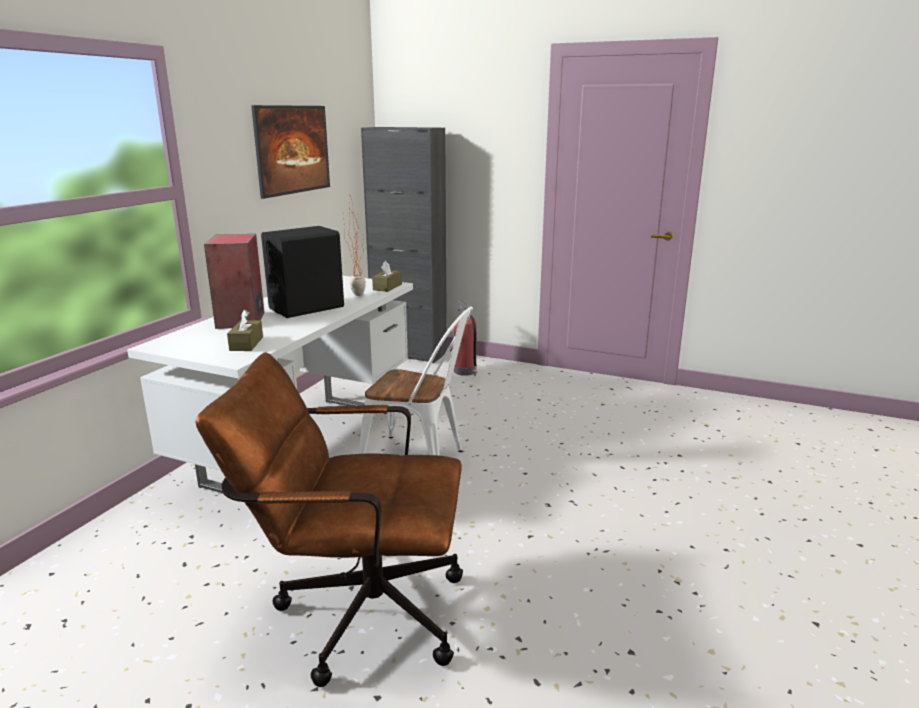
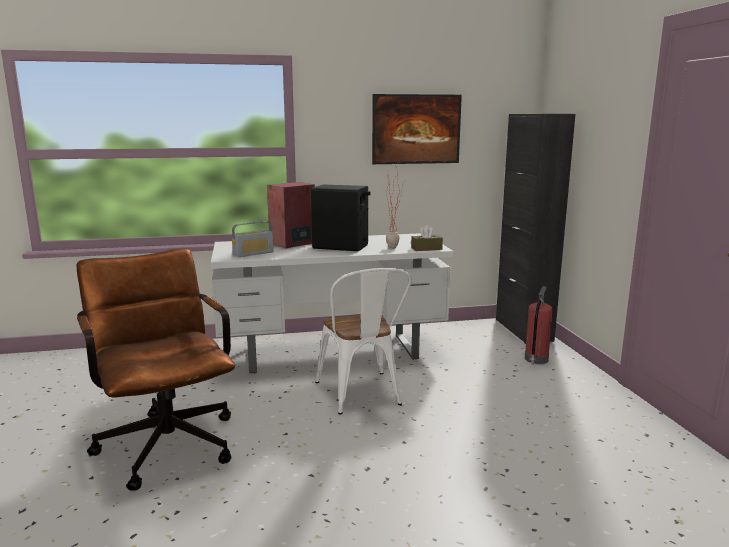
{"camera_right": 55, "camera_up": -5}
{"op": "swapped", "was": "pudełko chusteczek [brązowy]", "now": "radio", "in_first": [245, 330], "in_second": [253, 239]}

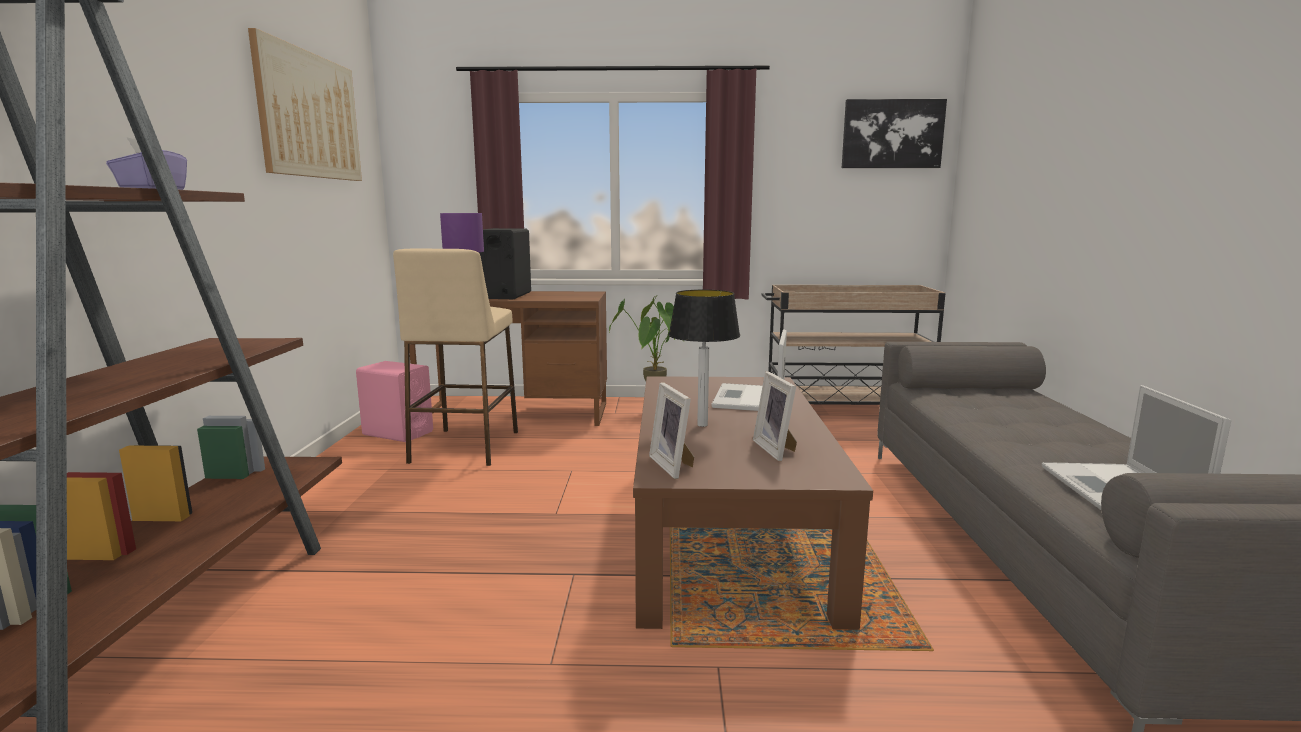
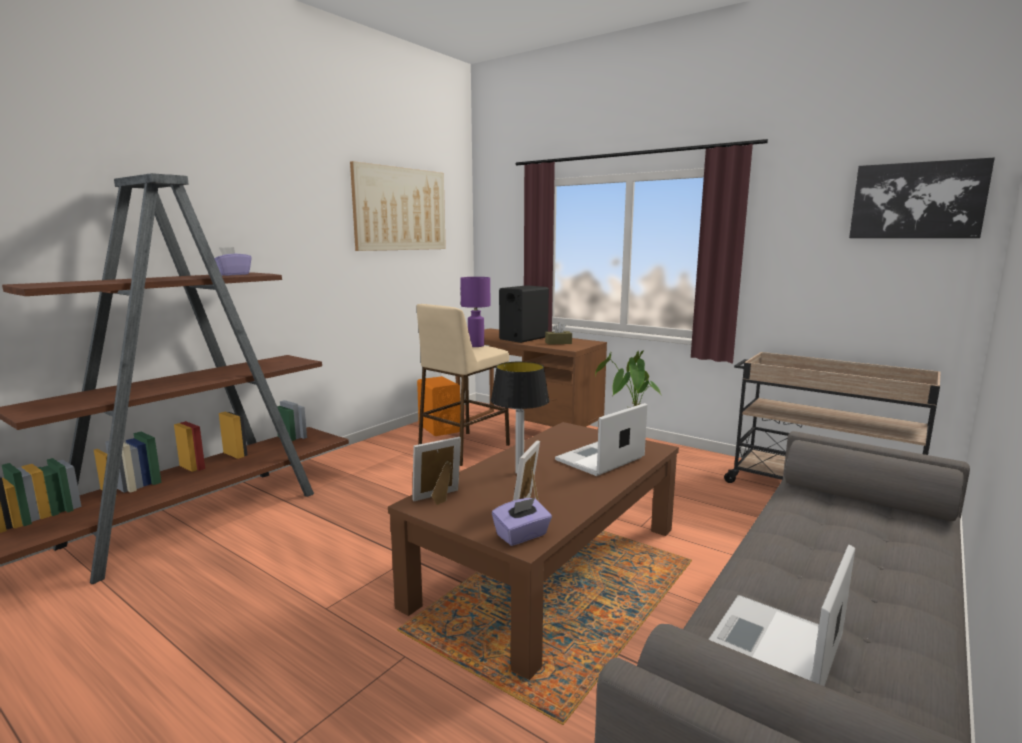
{"camera_right": 35, "camera_up": 0}
{"op": "rotated", "was": "ramka na zdjęcie", "in_first": [671, 430], "in_second": [436, 471], "clockwise": 45}
{"op": "repainted", "was": "głośnik [różowy]", "now": "głośnik [pomarańczowy]", "in_first": [394, 401], "in_second": [438, 406]}
{"op": "new", "now": "pudełko chusteczek [fioletowy]", "in_second": [522, 522]}
{"op": "new", "now": "pudełko chusteczek [brązowy]", "in_second": [558, 333]}

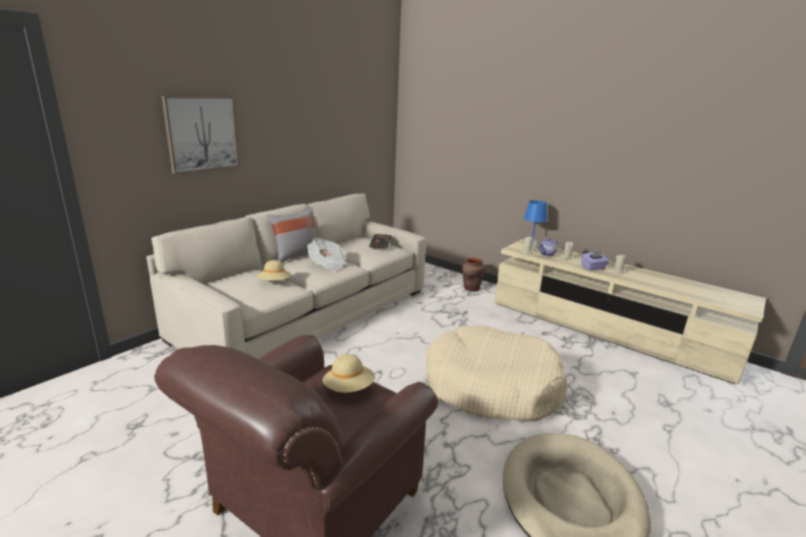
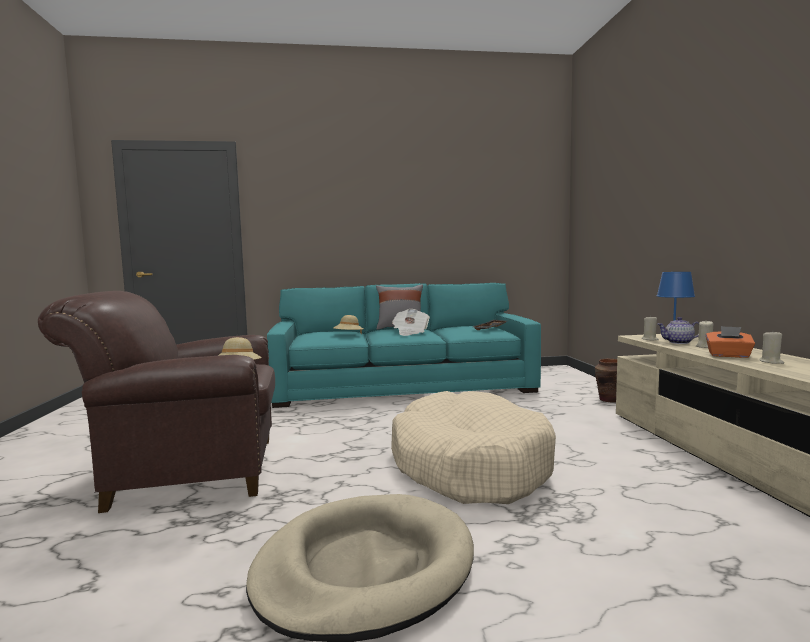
{"camera_right": 45, "camera_up": -15}
{"op": "repainted", "was": "kanapa [beżowy]", "now": "kanapa [turkusowy]", "in_first": [286, 276], "in_second": [404, 345]}
{"op": "repainted", "was": "pudełko chusteczek [fioletowy]", "now": "pudełko chusteczek [pomarańczowy]", "in_first": [595, 260], "in_second": [730, 342]}
{"op": "gone", "was": "obraz", "in_first": [200, 135]}

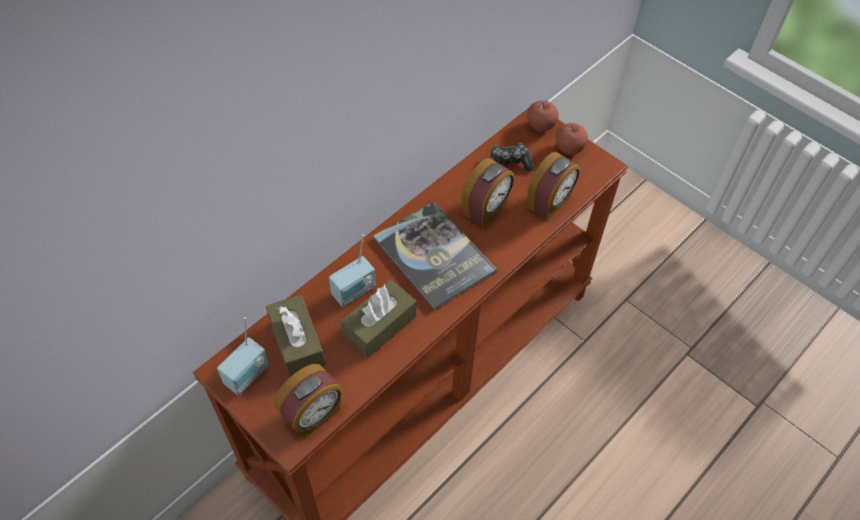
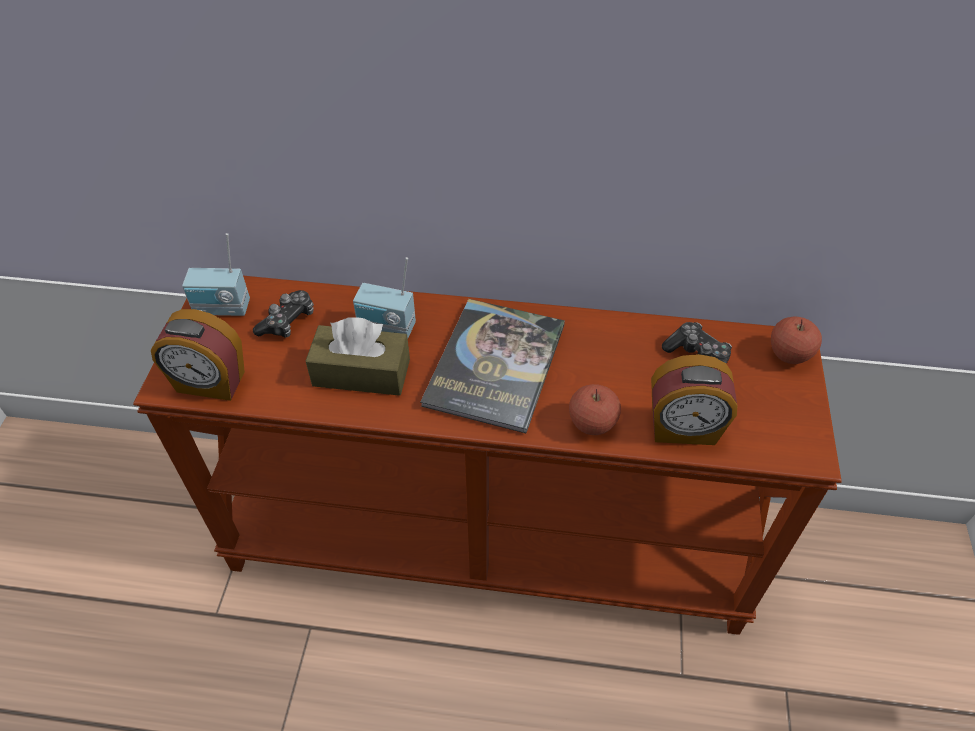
{"camera_right": 55, "camera_up": -5}
{"op": "swapped", "was": "pudełko chusteczek [brązowy]", "now": "pad do gier", "in_first": [295, 336], "in_second": [283, 314]}
{"op": "shifted", "was": "jabłko", "in_first": [572, 139], "in_second": [595, 409]}
{"op": "gone", "was": "budzik", "in_first": [487, 192]}

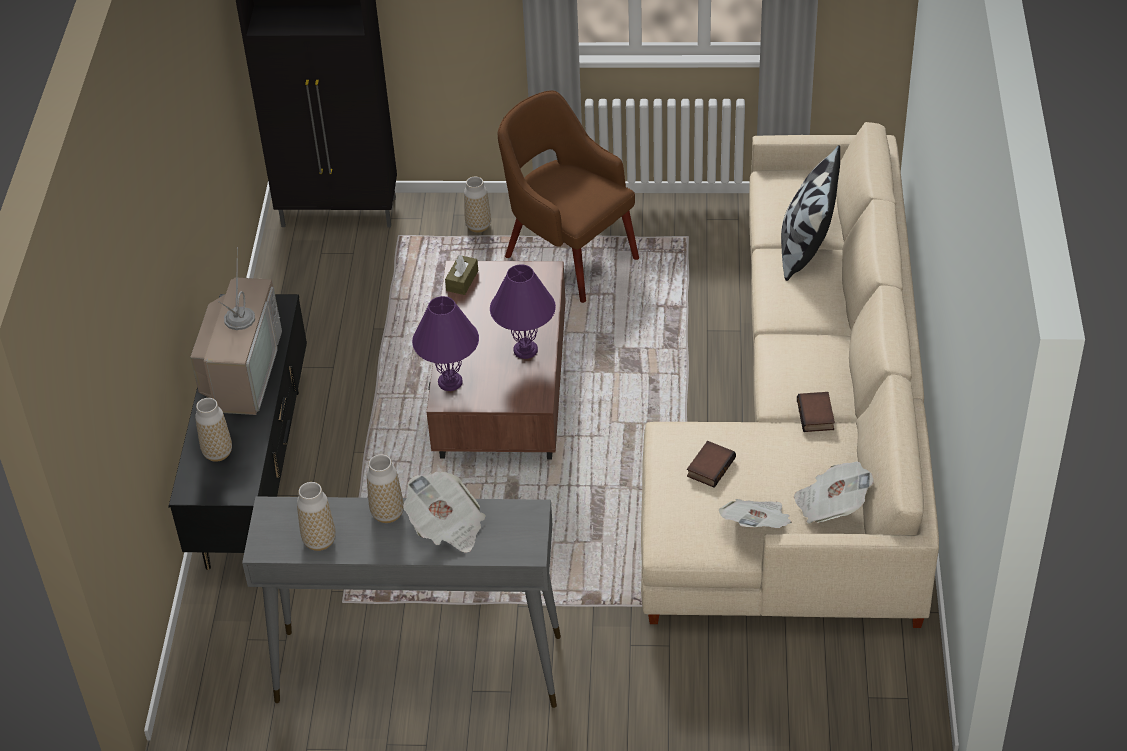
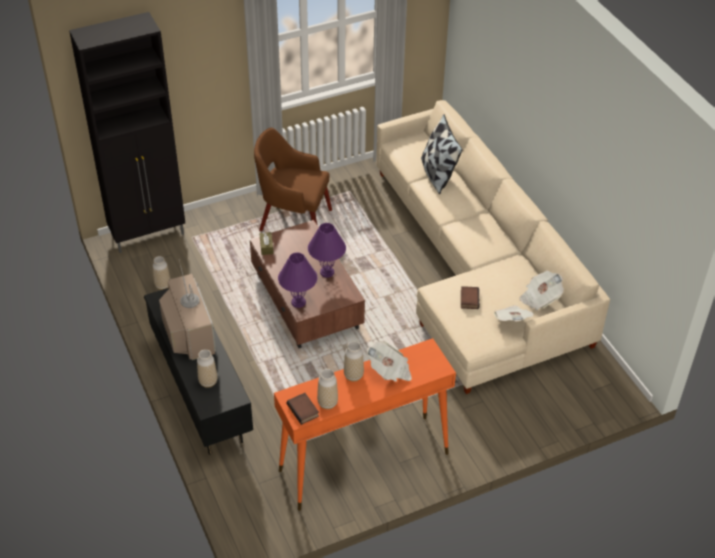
{"camera_right": -30, "camera_up": 0}
{"op": "shifted", "was": "wazon", "in_first": [477, 204], "in_second": [161, 273]}
{"op": "repainted", "was": "stolik konsolowy [szary]", "now": "stolik konsolowy [pomarańczowy]", "in_first": [401, 602], "in_second": [365, 424]}
{"op": "shifted", "was": "książka", "in_first": [816, 412], "in_second": [303, 409]}

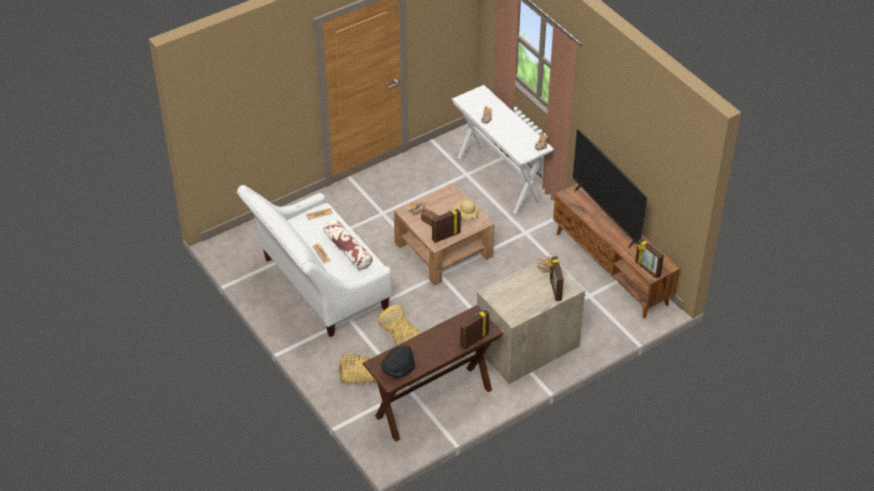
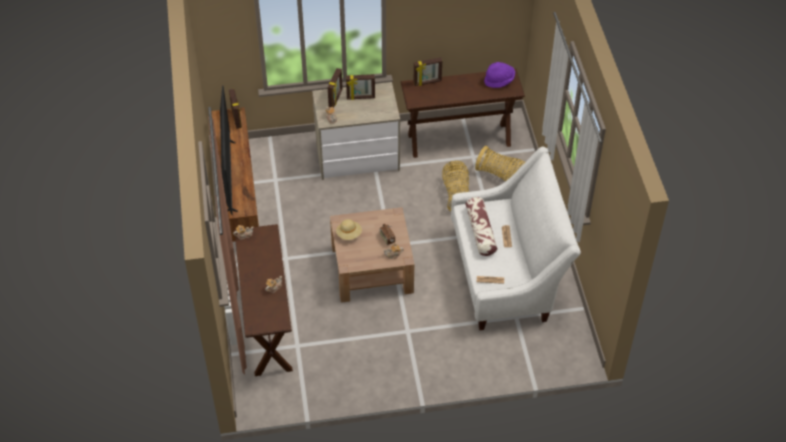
{"camera_right": -155, "camera_up": 5}
{"op": "repainted", "was": "stolik konsolowy [biały]", "now": "stolik konsolowy [brązowy]", "in_first": [503, 149], "in_second": [263, 300]}
{"op": "shifted", "was": "ramka na zdjęcie", "in_first": [446, 226], "in_second": [360, 87]}
{"op": "repainted", "was": "kapelusz [czarny]", "now": "kapelusz [fioletowy]", "in_first": [398, 361], "in_second": [499, 75]}

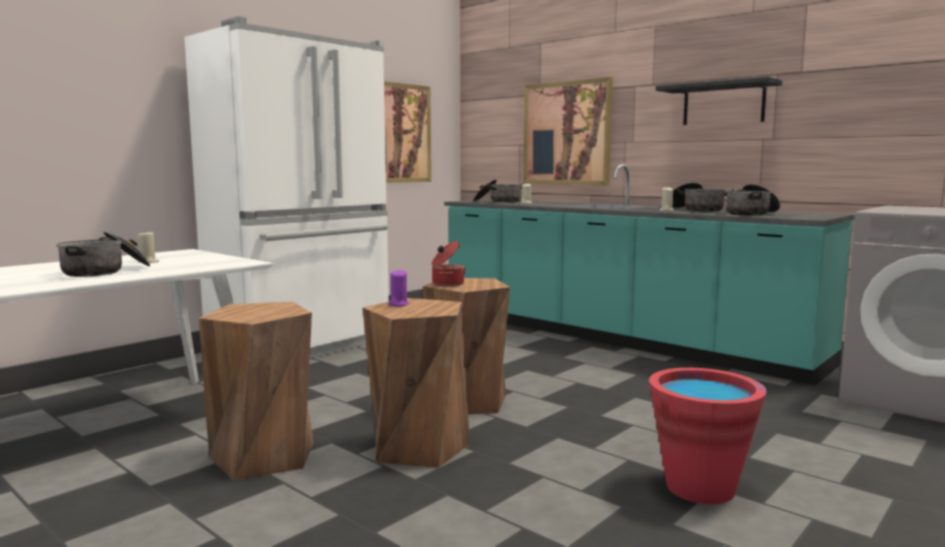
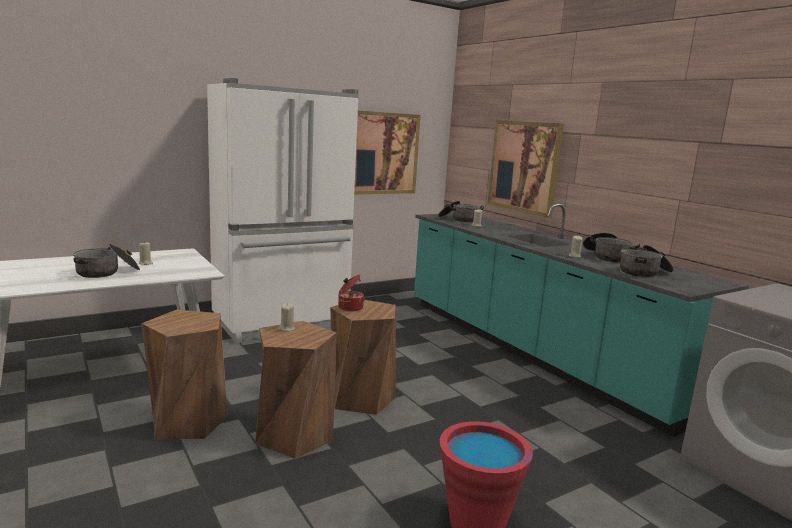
{"camera_right": 15, "camera_up": 5}
{"op": "repainted", "was": "świeca [fioletowy]", "now": "świeca [beżowy]", "in_first": [398, 288], "in_second": [287, 317]}
{"op": "gone", "was": "półka [czarny]", "in_first": [719, 101]}

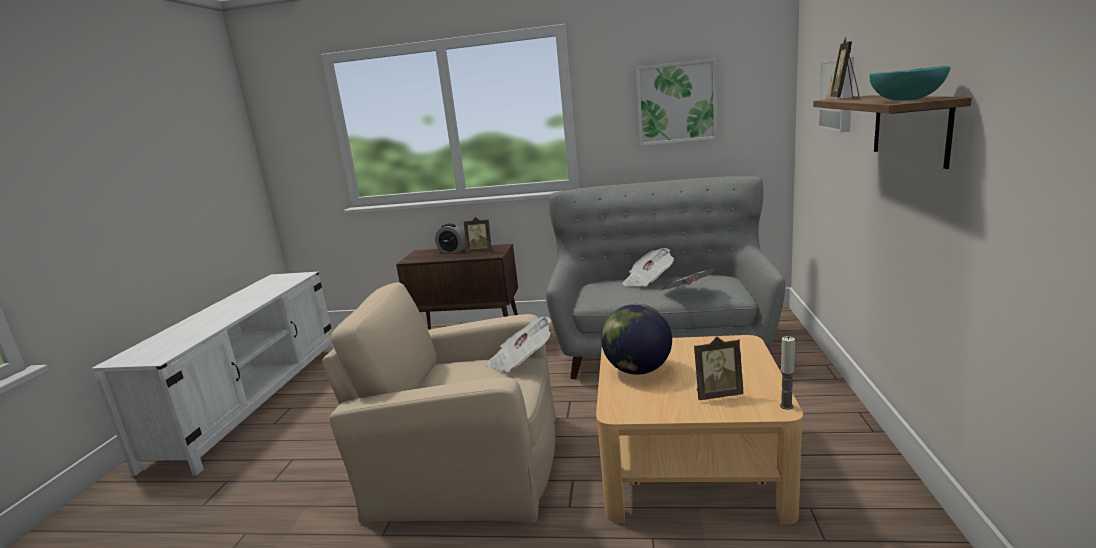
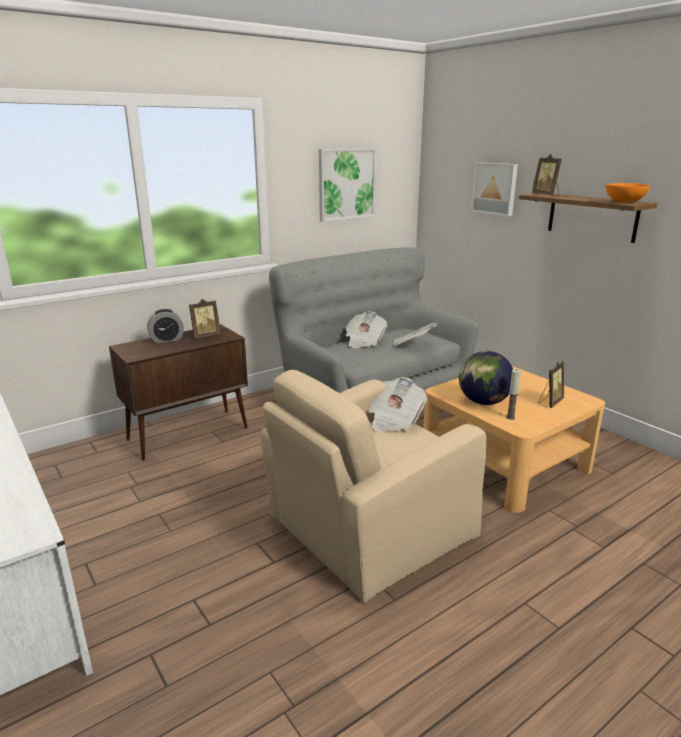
{"camera_right": -45, "camera_up": 5}
{"op": "shifted", "was": "świeca", "in_first": [787, 373], "in_second": [513, 394]}
{"op": "repainted", "was": "miska [turkusowy]", "now": "miska [pomarańczowy]", "in_first": [910, 83], "in_second": [628, 193]}

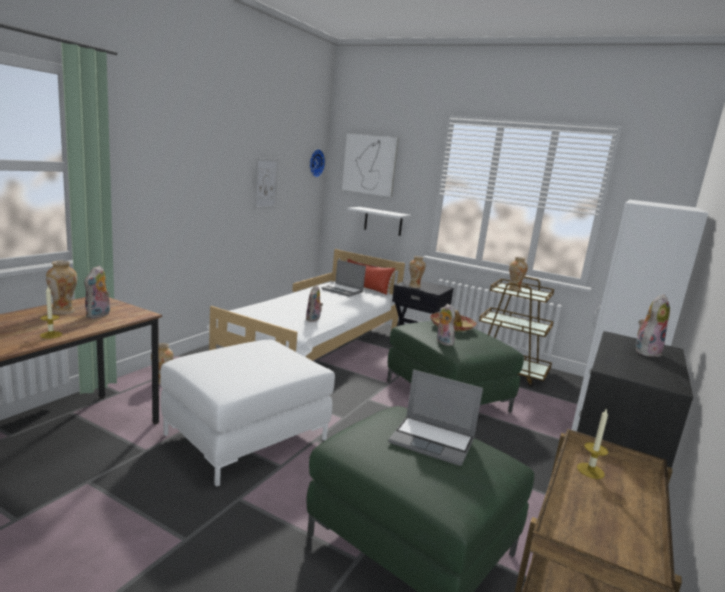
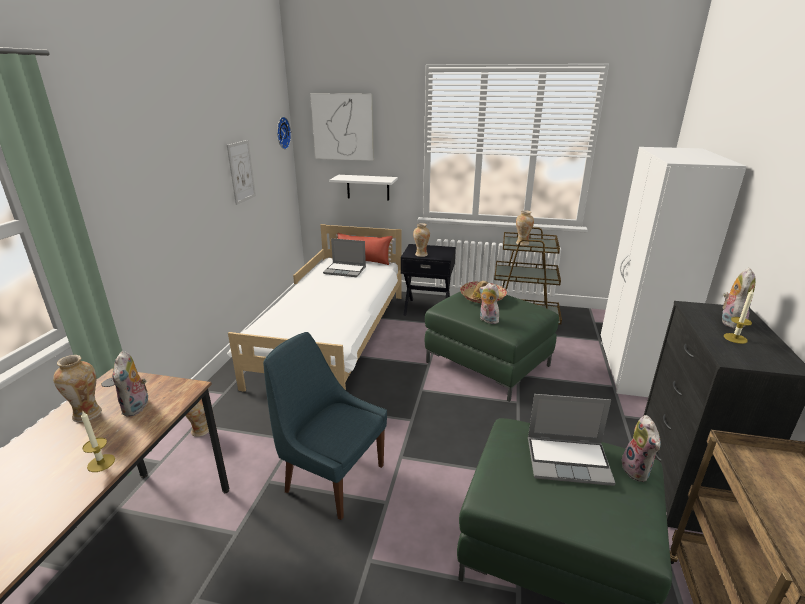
{"camera_right": -15, "camera_up": 10}
{"op": "swapped", "was": "pufa [biały]", "now": "krzesło [niebieski]", "in_first": [247, 413], "in_second": [325, 426]}
{"op": "shifted", "was": "pluszak", "in_first": [314, 303], "in_second": [641, 448]}
{"op": "shifted", "was": "świeca", "in_first": [592, 443], "in_second": [739, 316]}

